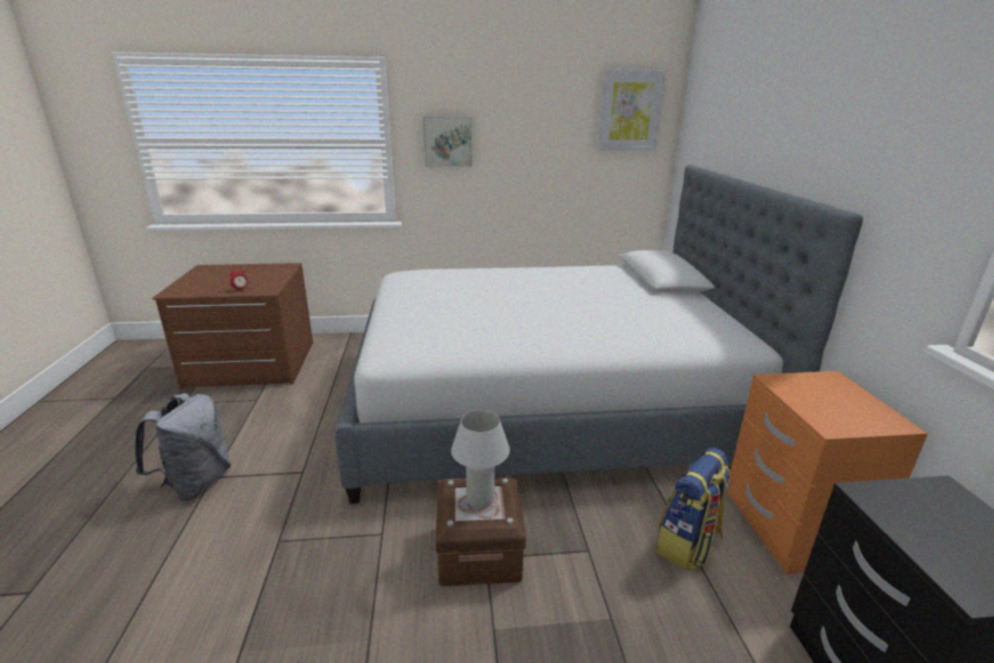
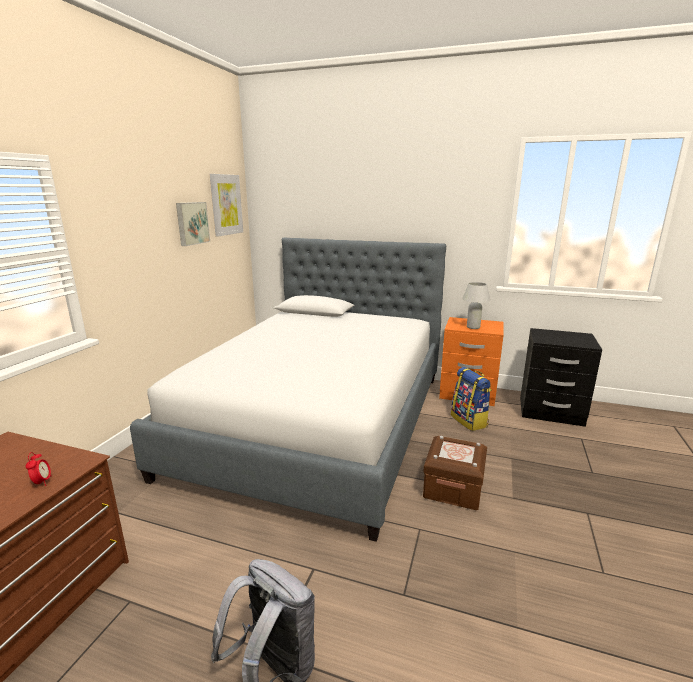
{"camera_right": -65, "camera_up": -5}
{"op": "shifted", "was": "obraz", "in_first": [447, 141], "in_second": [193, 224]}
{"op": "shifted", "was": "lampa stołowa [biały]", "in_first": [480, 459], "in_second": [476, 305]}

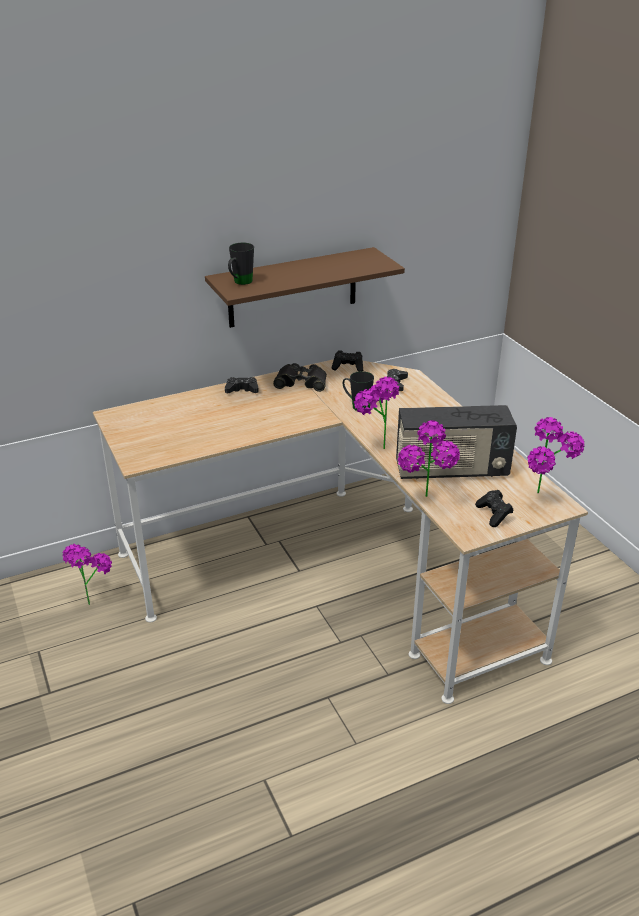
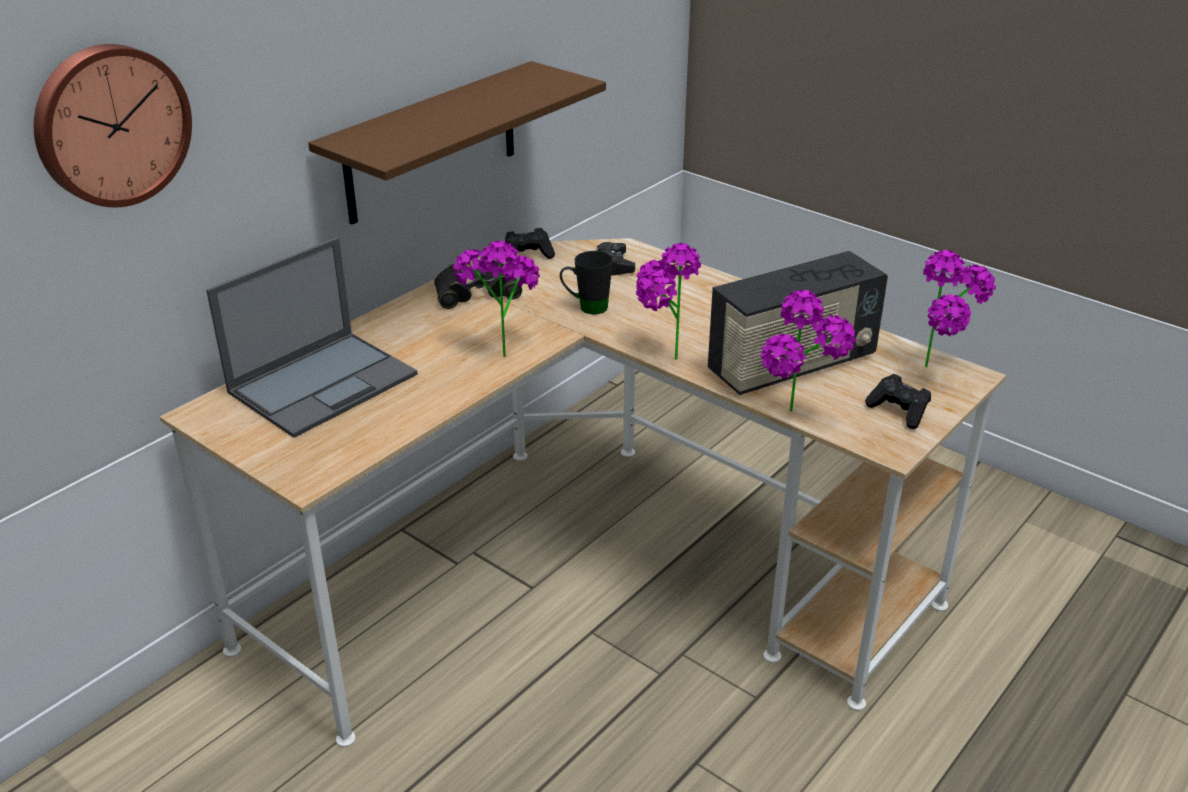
{"camera_right": -25, "camera_up": 0}
{"op": "new", "now": "zegar ścienny", "in_second": [113, 125]}
{"op": "new", "now": "laptop", "in_second": [312, 337]}
{"op": "shifted", "was": "roślina doniczkowa", "in_first": [87, 574], "in_second": [497, 299]}
{"op": "gone", "was": "pad do gier [czarny]", "in_first": [242, 385]}
{"op": "gone", "was": "kubek [czarny]", "in_first": [241, 264]}

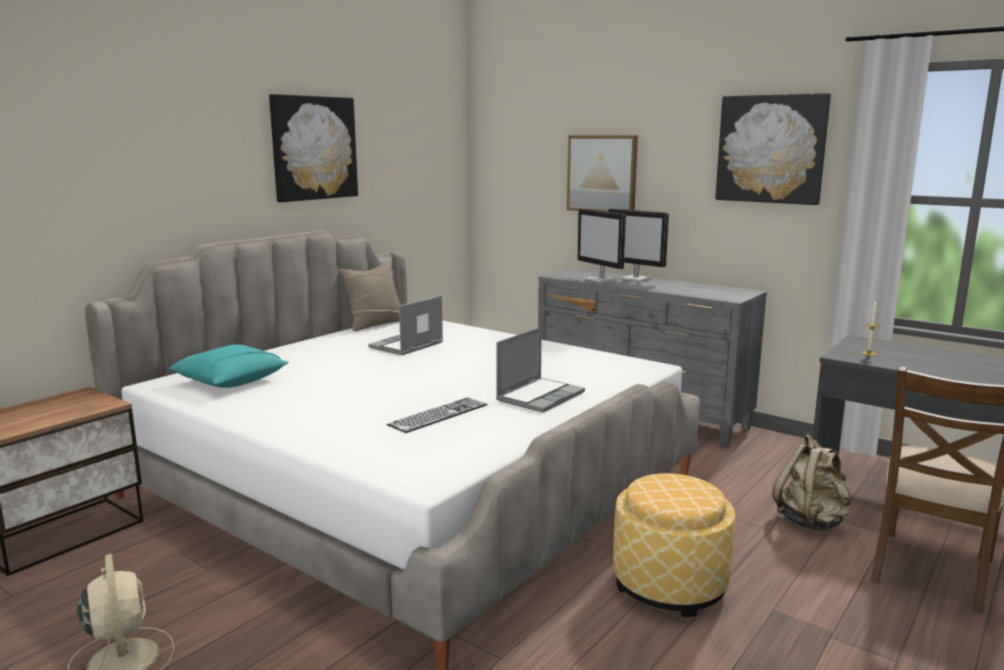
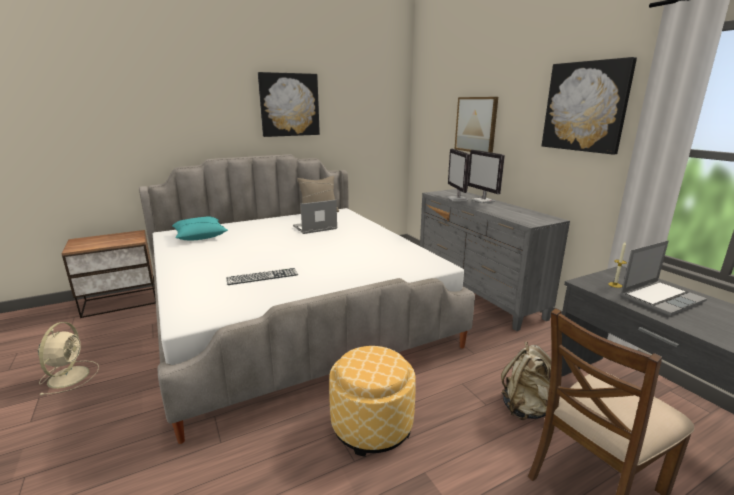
{"camera_right": 25, "camera_up": 5}
{"op": "shifted", "was": "laptop", "in_first": [540, 370], "in_second": [663, 278]}

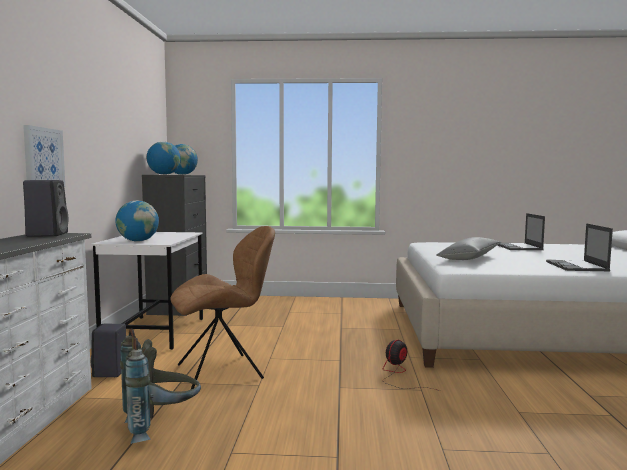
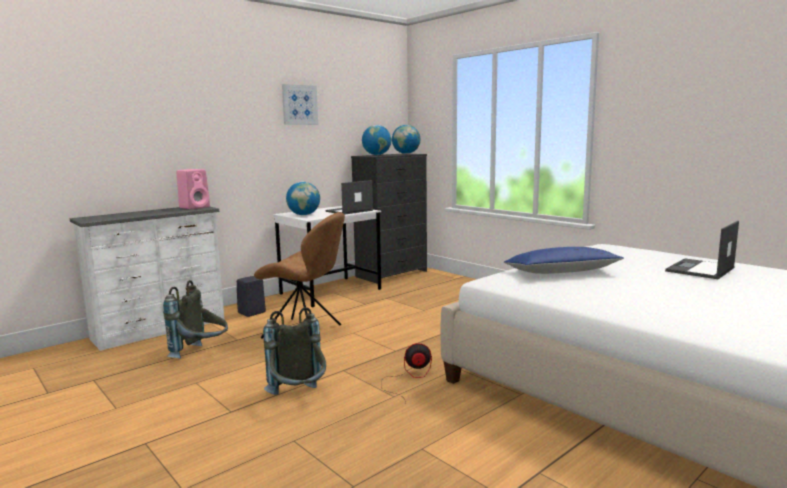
{"camera_right": 45, "camera_up": 5}
{"op": "repainted", "was": "głośnik [czarny]", "now": "głośnik [różowy]", "in_first": [45, 208], "in_second": [193, 189]}
{"op": "new", "now": "plecak [szary]", "in_second": [294, 351]}
{"op": "shifted", "was": "obraz", "in_first": [44, 156], "in_second": [300, 104]}
{"op": "shifted", "was": "laptop", "in_first": [579, 247], "in_second": [349, 197]}
{"op": "repainted", "was": "poduszka [szary]", "now": "poduszka [niebieski]", "in_first": [468, 248], "in_second": [564, 260]}

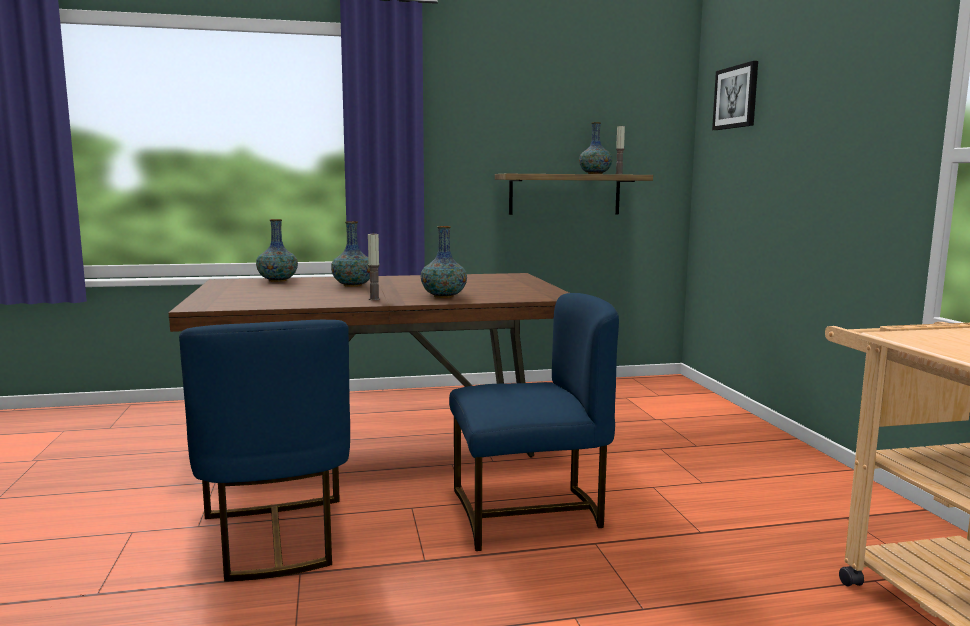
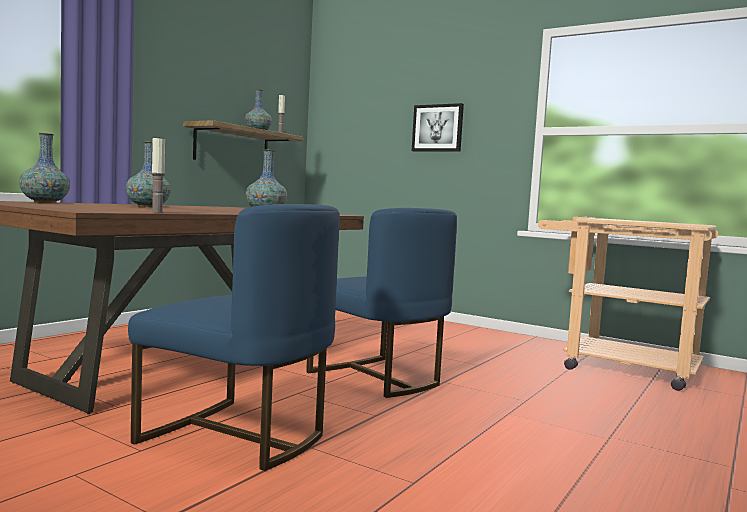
{"camera_right": -45, "camera_up": -5}
{"op": "shifted", "was": "świeca", "in_first": [374, 266], "in_second": [158, 174]}
{"op": "rotated", "was": "krzesło [niebieski]", "in_first": [534, 422], "in_second": [381, 303], "clockwise": 105}
{"op": "shifted", "was": "obraz", "in_first": [735, 95], "in_second": [438, 127]}

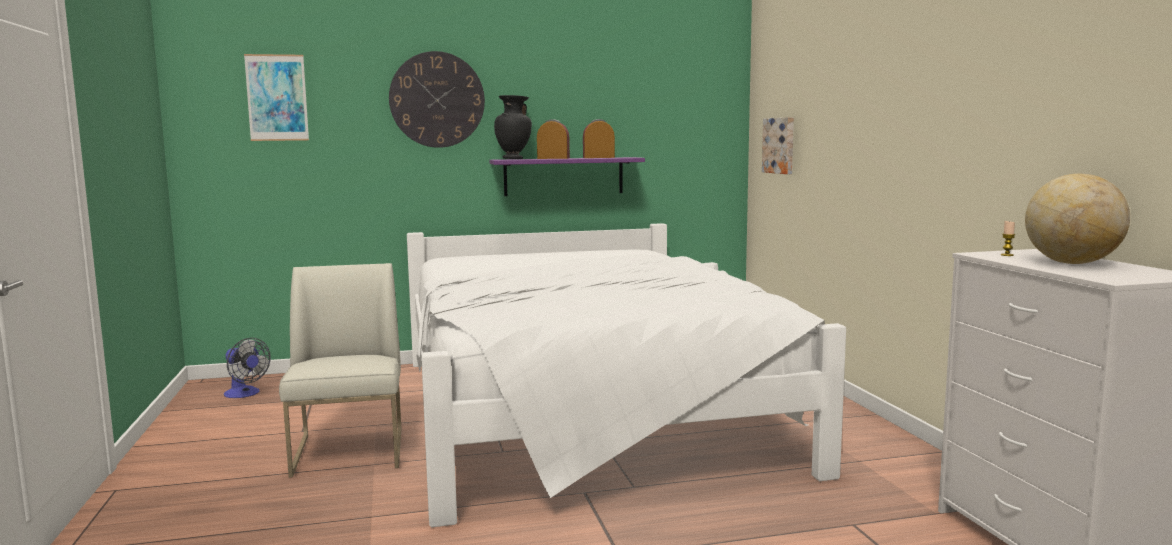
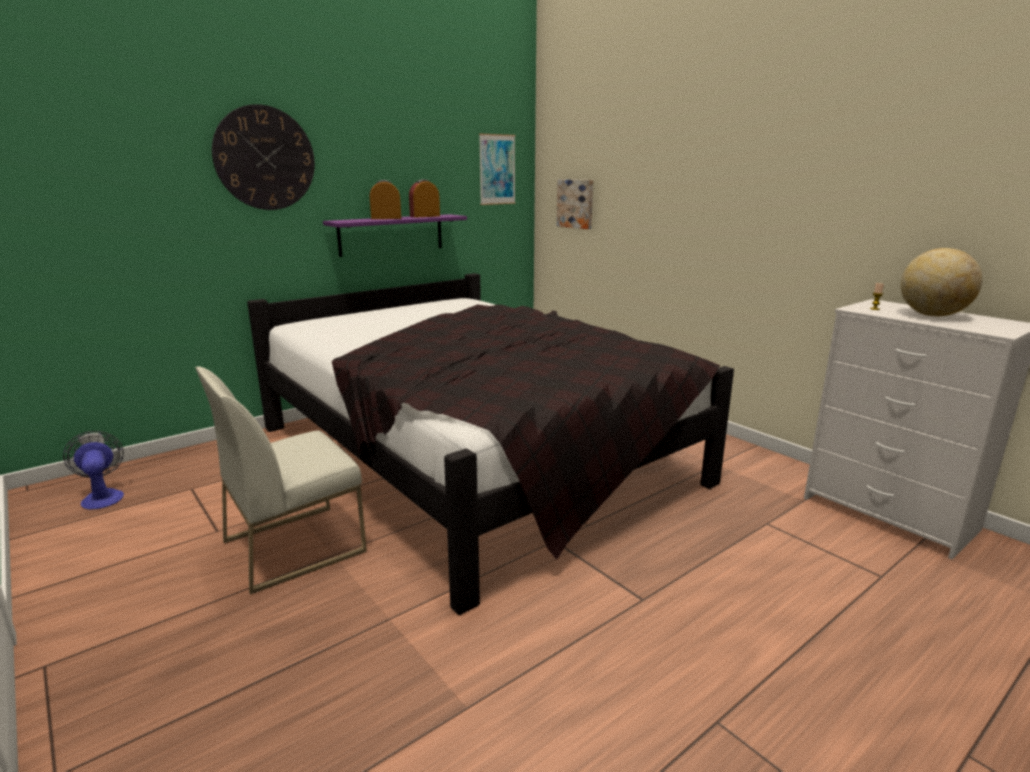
{"camera_right": -25, "camera_up": 10}
{"op": "rotated", "was": "wentylator", "in_first": [247, 368], "in_second": [93, 470], "clockwise": -135}
{"op": "rotated", "was": "krzesło [biały]", "in_first": [340, 370], "in_second": [281, 480], "clockwise": -90}
{"op": "repainted", "was": "łóżko [biały]", "now": "łóżko [czarny]", "in_first": [626, 375], "in_second": [490, 444]}
{"op": "shifted", "was": "obraz", "in_first": [276, 97], "in_second": [497, 169]}
{"op": "gone", "was": "wazon [czarny]", "in_first": [513, 127]}

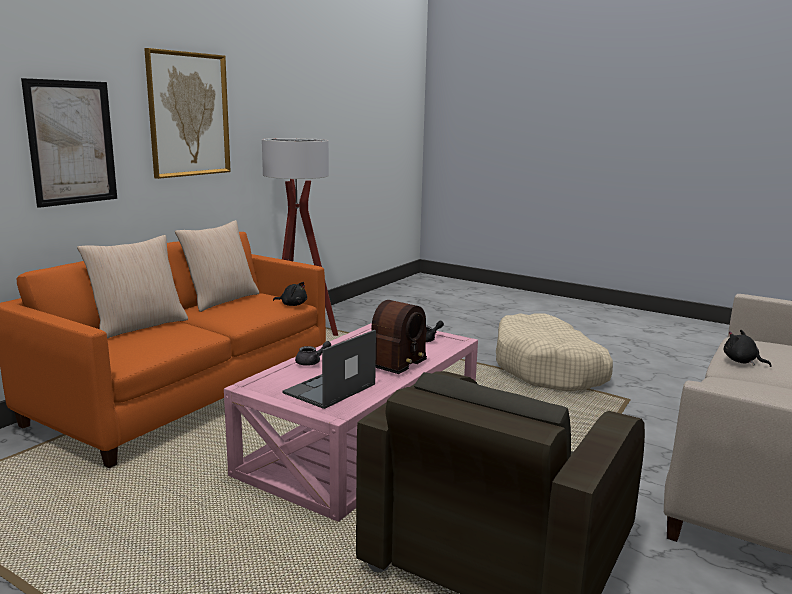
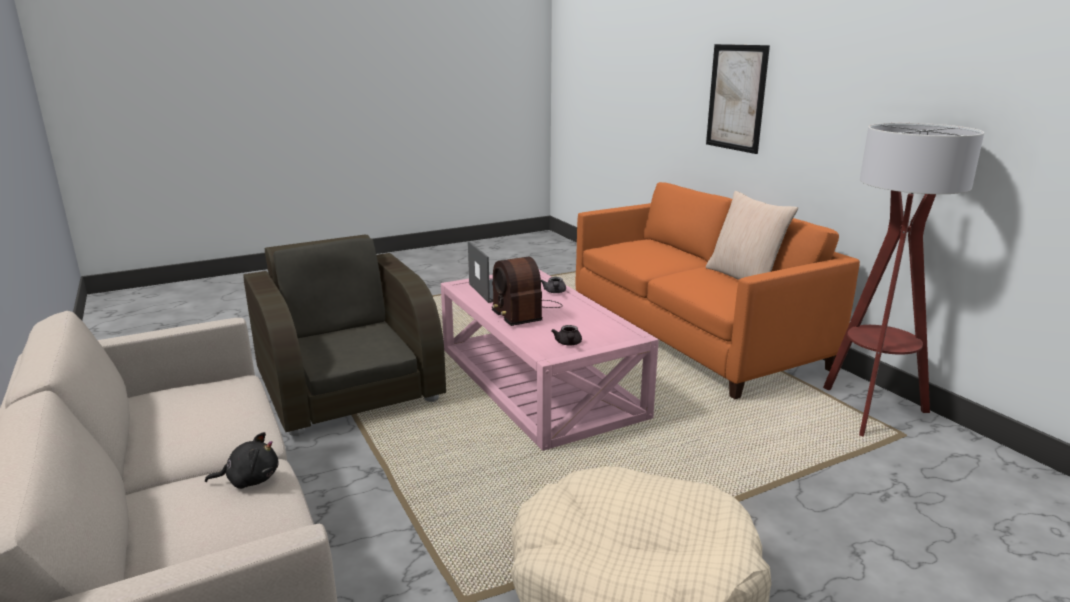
{"camera_right": 120, "camera_up": 5}
{"op": "gone", "was": "poduszka [beżowy]", "in_first": [132, 287]}
{"op": "gone", "was": "obraz", "in_first": [187, 113]}
{"op": "gone", "was": "pluszak [czarny]", "in_first": [290, 294]}

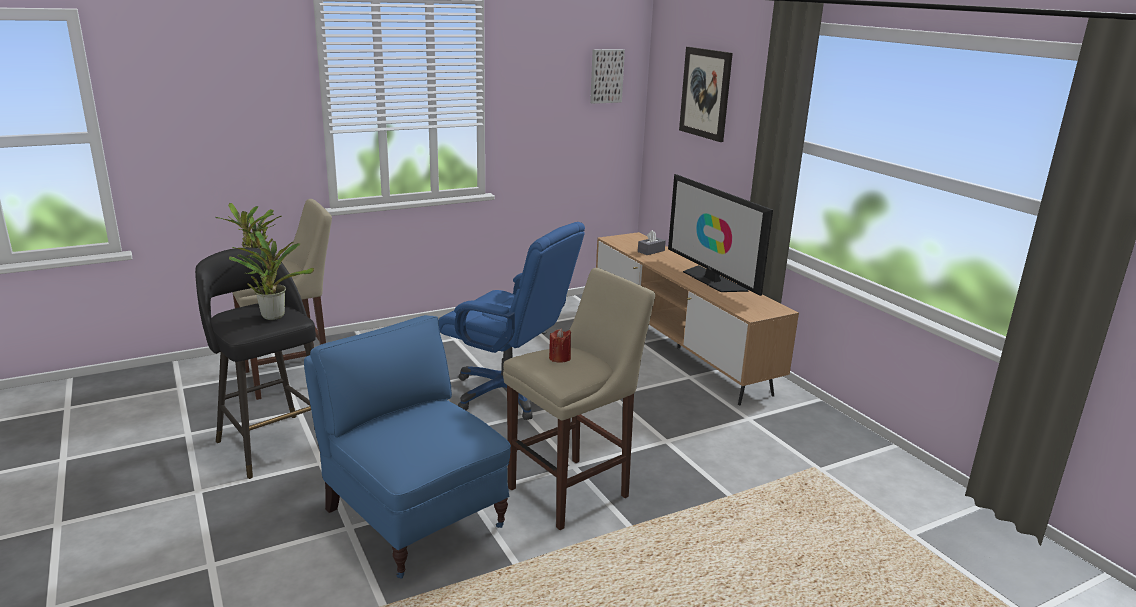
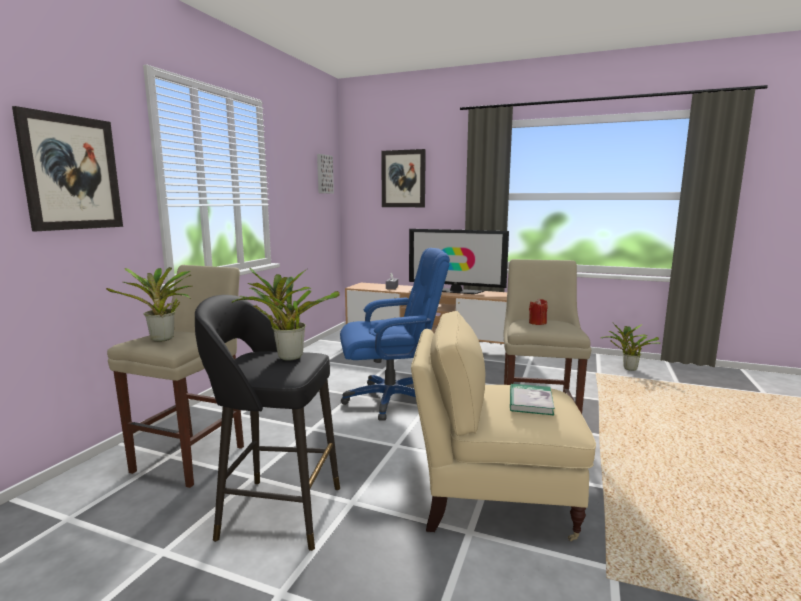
{"camera_right": -40, "camera_up": -10}
{"op": "new", "now": "obraz", "in_second": [67, 168]}
{"op": "repainted", "was": "fotel [niebieski]", "now": "fotel [beżowy]", "in_first": [407, 446], "in_second": [503, 426]}
{"op": "new", "now": "książka", "in_second": [532, 399]}
{"op": "new", "now": "roślina doniczkowa", "in_second": [630, 346]}

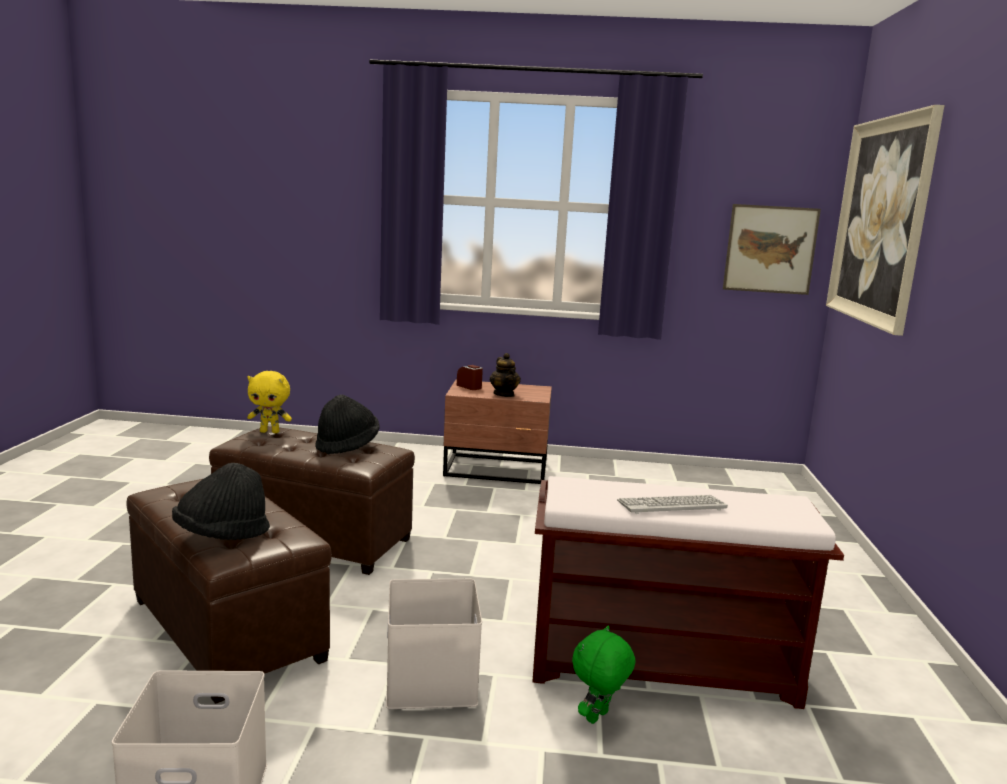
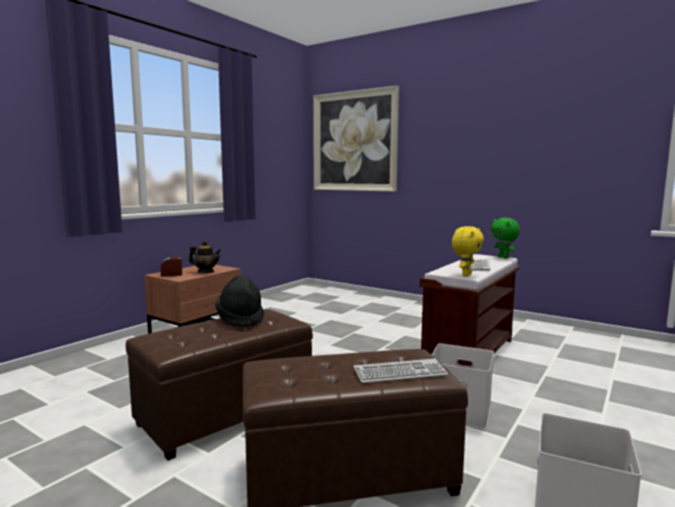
{"camera_right": -60, "camera_up": -5}
{"op": "swapped", "was": "kapelusz [czarny]", "now": "klawiatura", "in_first": [221, 501], "in_second": [400, 371]}
{"op": "shifted", "was": "pluszak [żółty]", "in_first": [269, 402], "in_second": [468, 251]}
{"op": "shifted", "was": "pluszak [zielony]", "in_first": [604, 674], "in_second": [505, 238]}
{"op": "gone", "was": "obraz", "in_first": [772, 249]}

